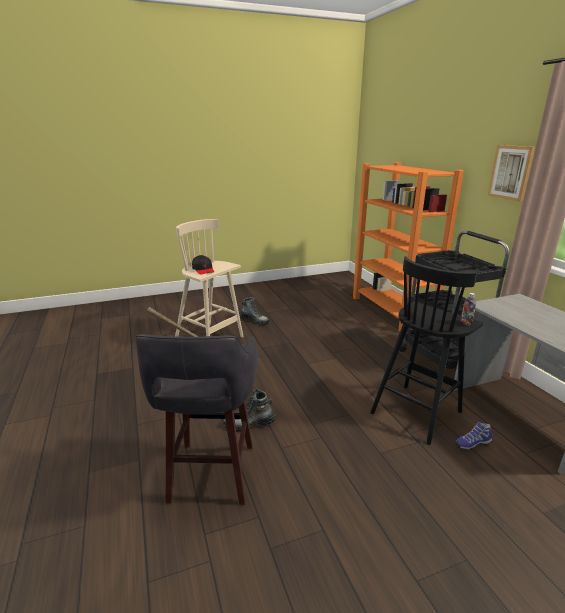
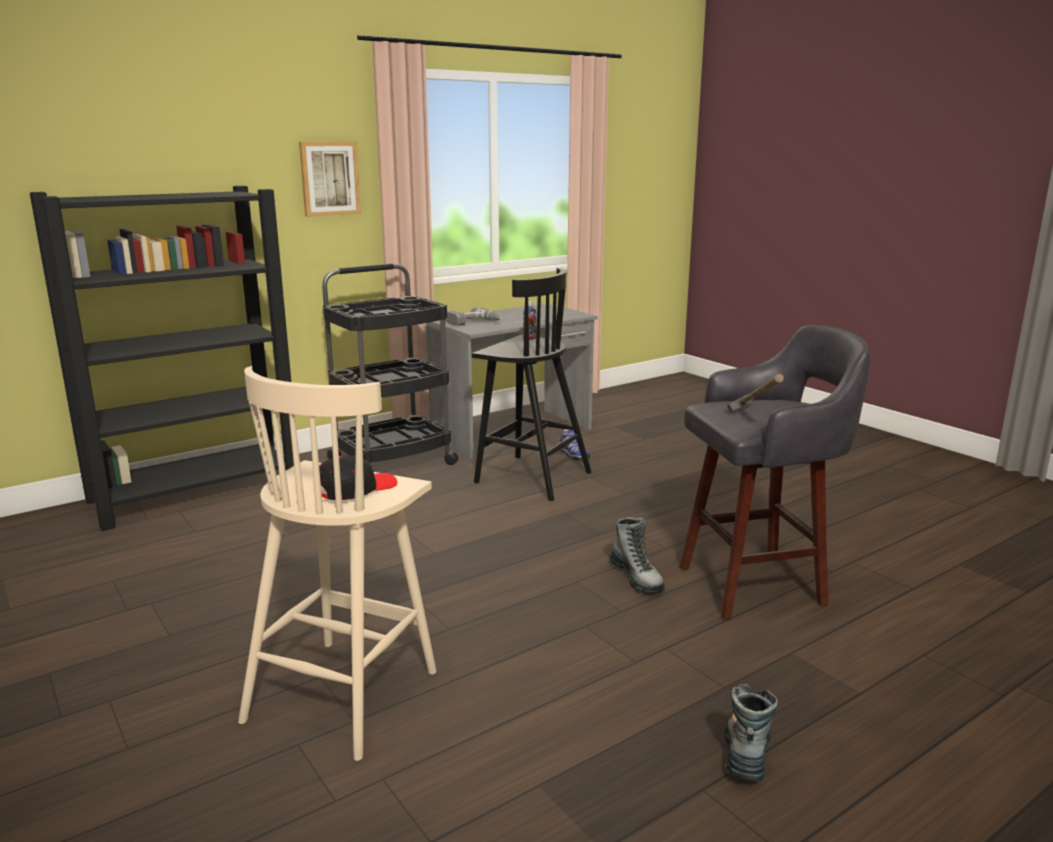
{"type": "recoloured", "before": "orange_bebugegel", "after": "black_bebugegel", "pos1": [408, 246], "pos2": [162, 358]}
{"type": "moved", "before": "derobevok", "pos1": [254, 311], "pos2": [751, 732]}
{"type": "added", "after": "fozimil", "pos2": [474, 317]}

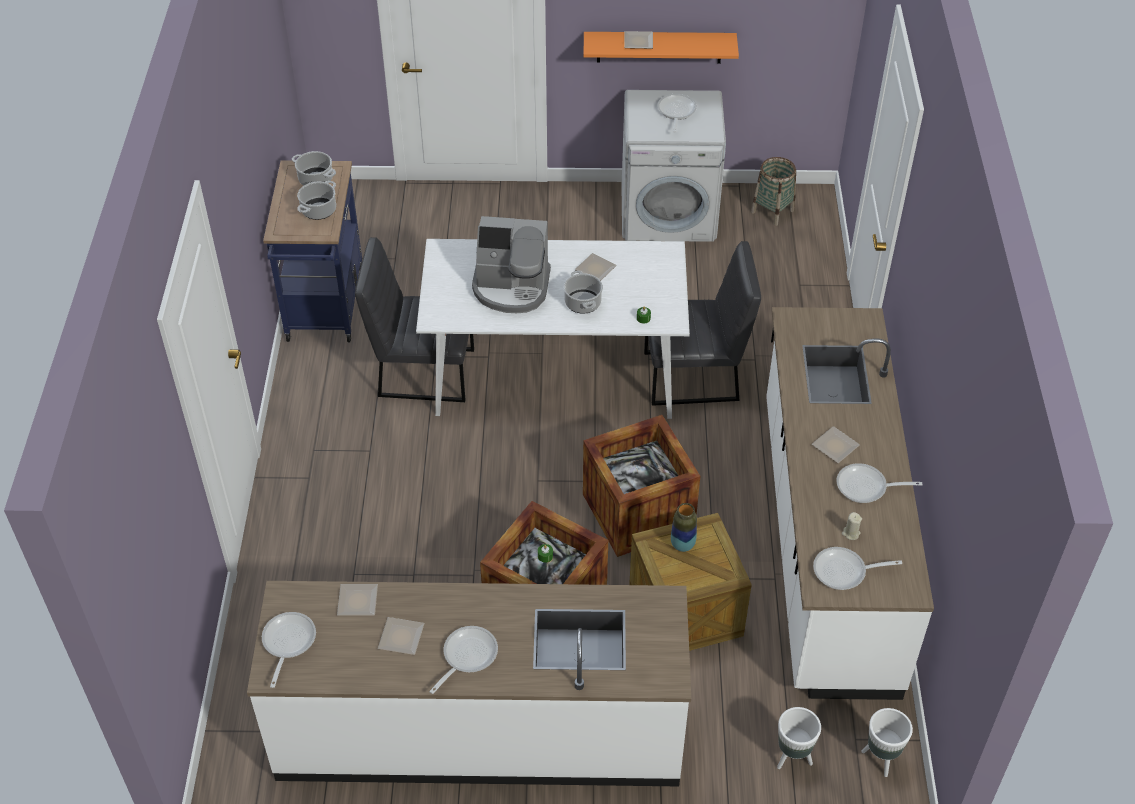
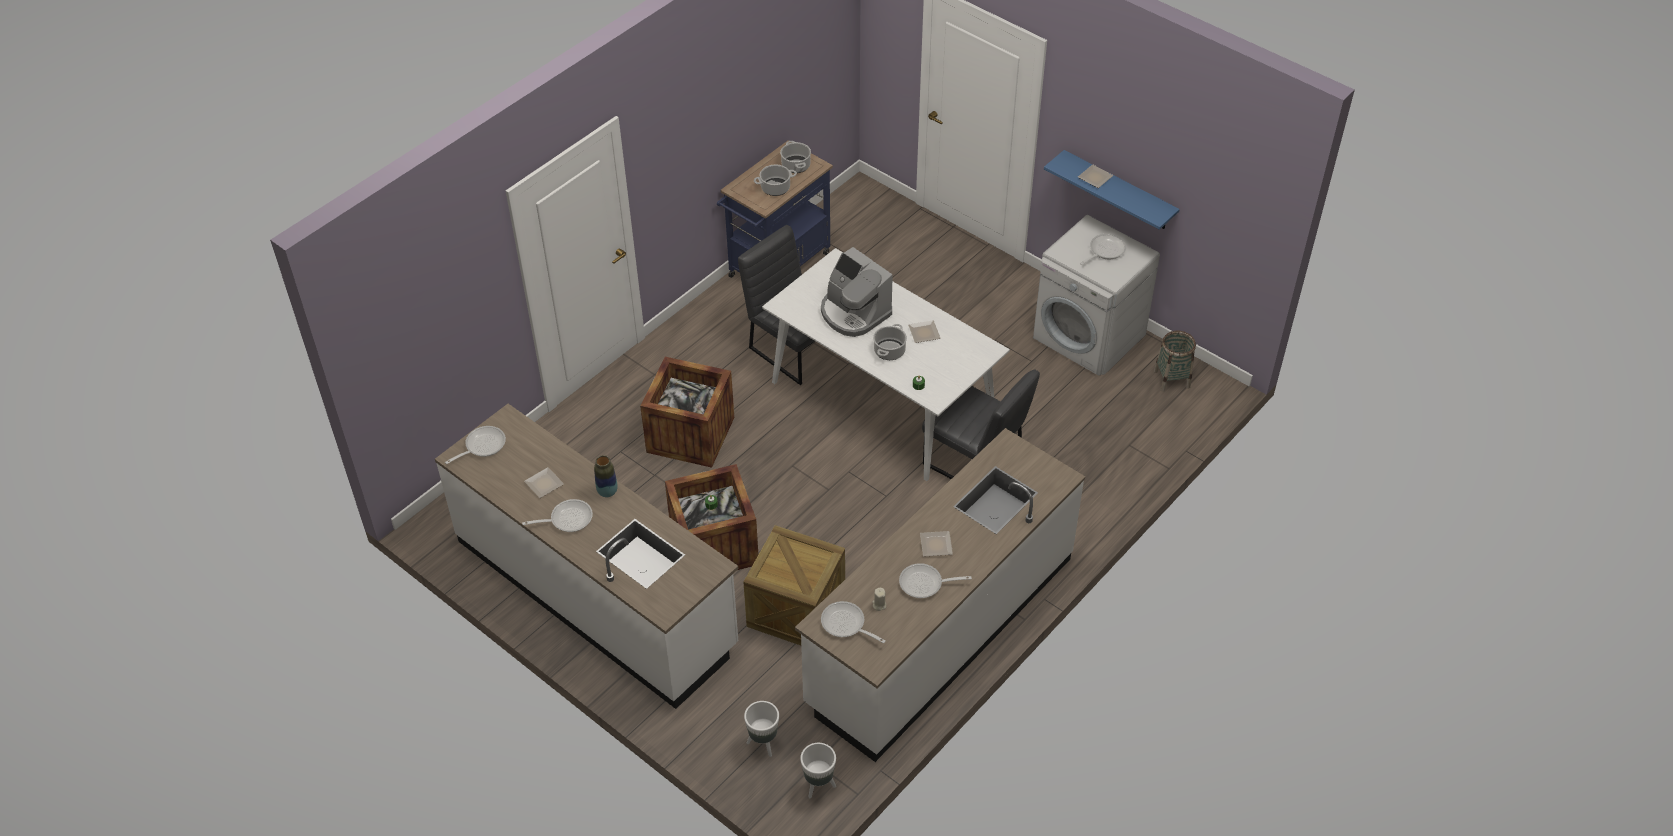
{"type": "recoloured", "before": "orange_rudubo", "after": "blue_rudubo", "pos1": [661, 48], "pos2": [1112, 190]}
{"type": "moved", "before": "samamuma", "pos1": [641, 486], "pos2": [687, 412]}
{"type": "turned", "before": "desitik", "pos1": [879, 483], "pos2": [935, 580], "turn": -45}
{"type": "moved", "before": "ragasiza", "pos1": [684, 527], "pos2": [606, 476]}
{"type": "removed", "before": "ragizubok", "pos1": [357, 600]}

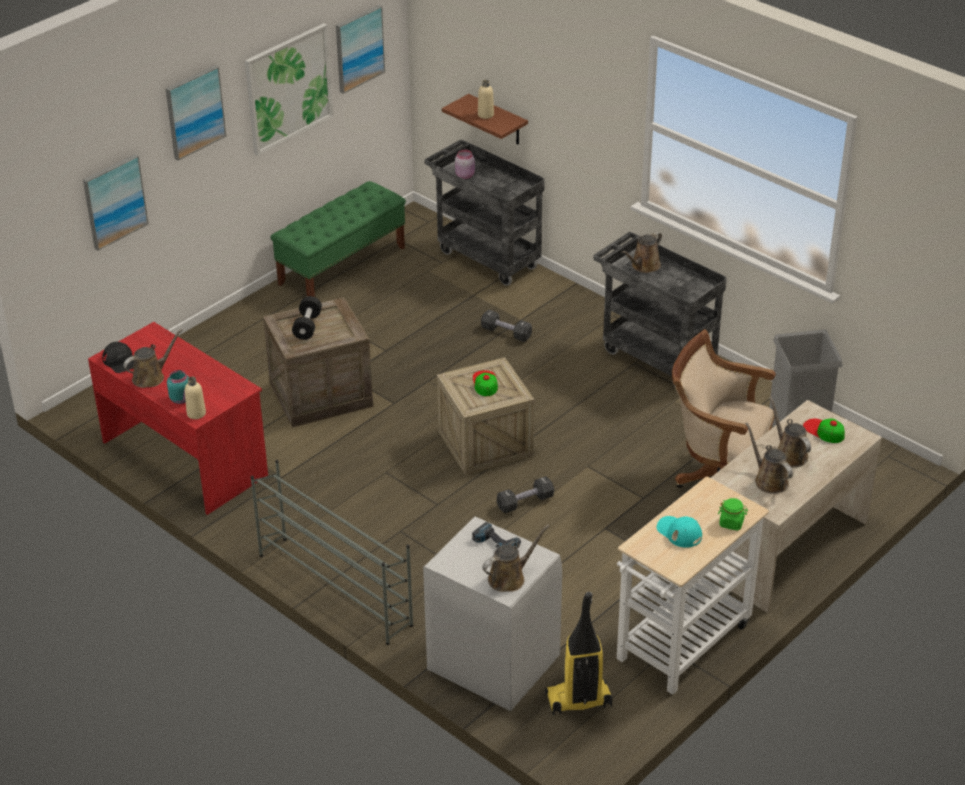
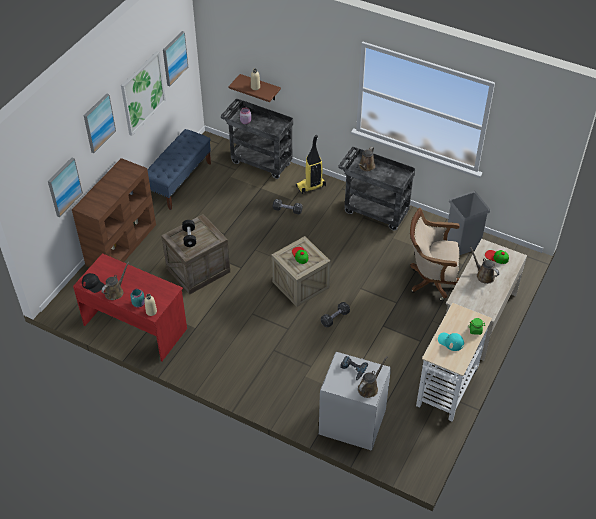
{"type": "recoloured", "before": "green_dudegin", "after": "blue_dudegin", "pos1": [338, 239], "pos2": [179, 169]}
{"type": "removed", "before": "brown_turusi", "pos1": [769, 458]}
{"type": "removed", "before": "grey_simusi", "pos1": [332, 552]}
{"type": "moved", "before": "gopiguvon", "pos1": [578, 653], "pos2": [311, 164]}
{"type": "added", "after": "brown_bebugegel", "pos2": [114, 213]}

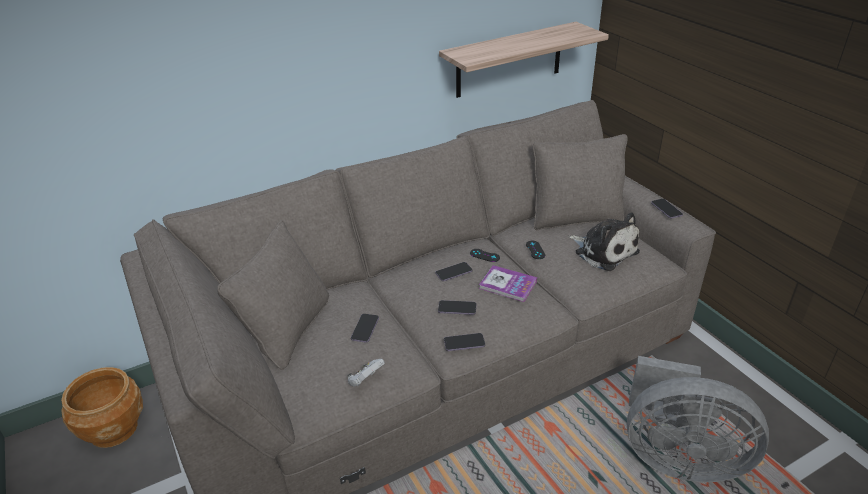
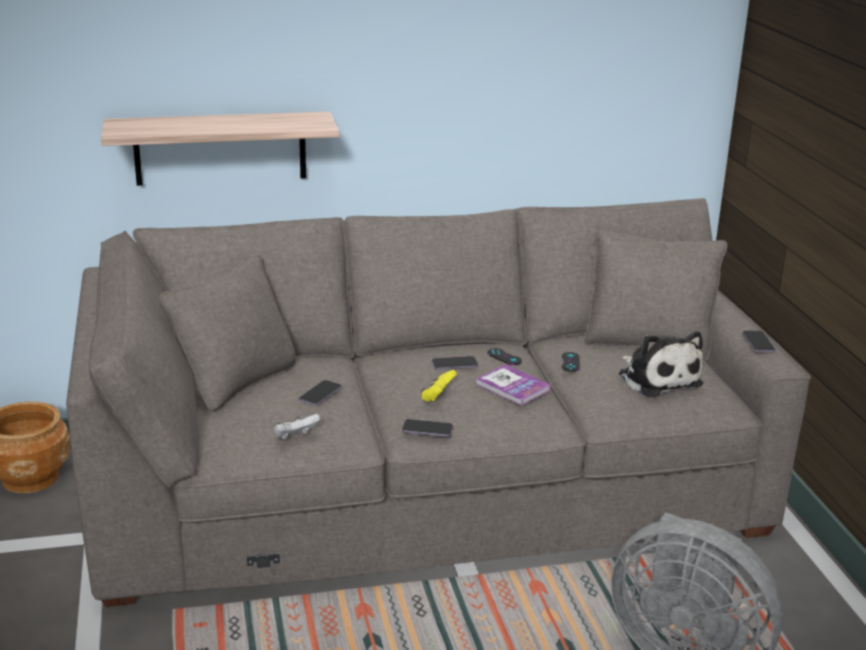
{"type": "moved", "before": "rudubo", "pos1": [524, 60], "pos2": [220, 149]}
{"type": "replaced", "before": "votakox", "after": "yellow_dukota", "pos1": [457, 307], "pos2": [439, 386]}

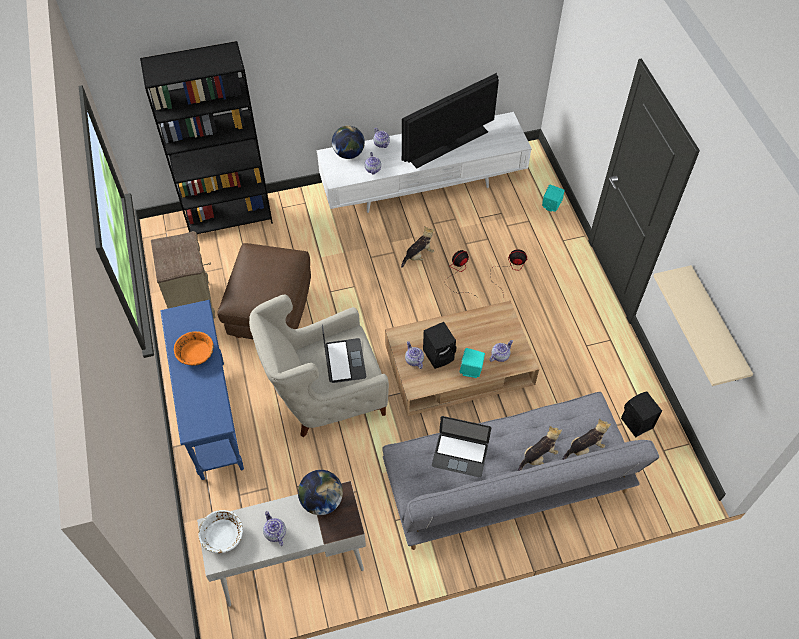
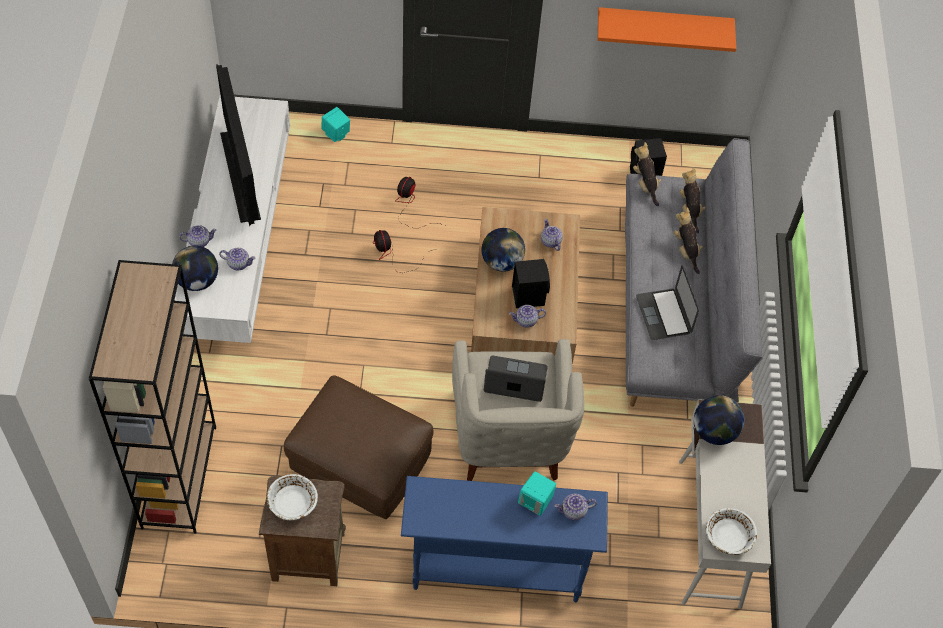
{"type": "recoloured", "before": "black_bebugegel", "after": "beige_bebugegel", "pos1": [206, 137], "pos2": [152, 397]}
{"type": "moved", "before": "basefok", "pos1": [417, 247], "pos2": [647, 174]}
{"type": "recoloured", "before": "beige_rudubo", "after": "orange_rudubo", "pos1": [703, 325], "pos2": [667, 29]}
{"type": "removed", "before": "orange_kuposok", "pos1": [194, 348]}
{"type": "moved", "before": "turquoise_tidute", "pos1": [472, 363], "pos2": [537, 494]}
{"type": "turned", "before": "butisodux", "pos1": [461, 446], "pos2": [667, 303], "turn": 135}
{"type": "moved", "before": "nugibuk", "pos1": [274, 528], "pos2": [575, 507]}
{"type": "added", "after": "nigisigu", "pos2": [503, 250]}
{"type": "added", "after": "white_kuposok", "pos2": [292, 497]}

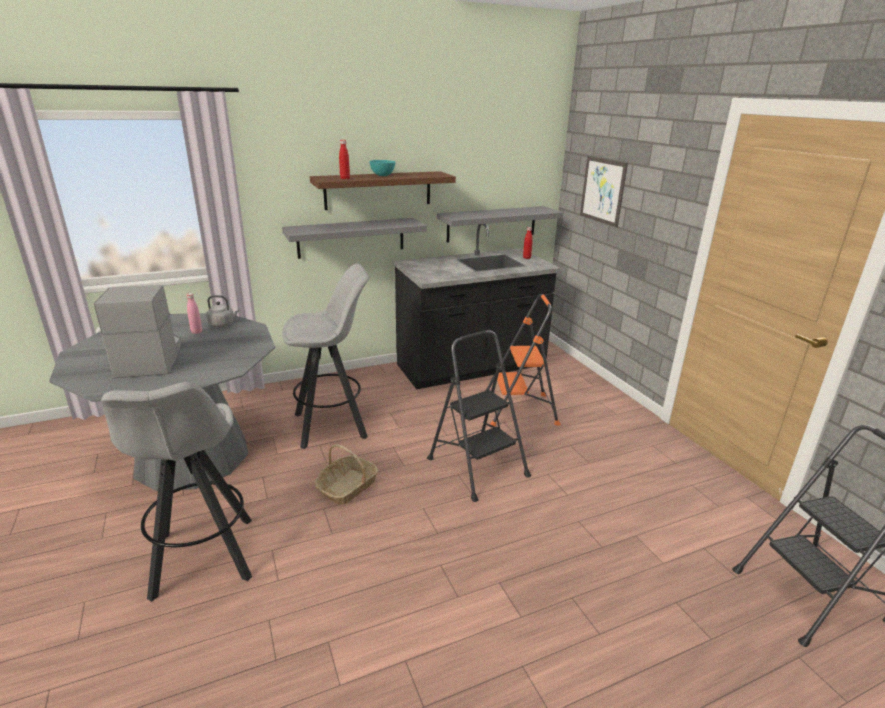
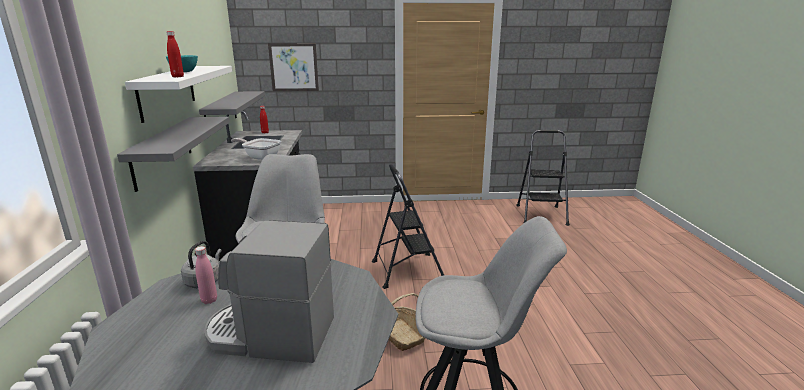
{"type": "recoloured", "before": "brown_rudubo", "after": "white_rudubo", "pos1": [383, 190], "pos2": [178, 94]}
{"type": "removed", "before": "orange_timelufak", "pos1": [523, 360]}
{"type": "added", "after": "desitik", "pos2": [256, 149]}

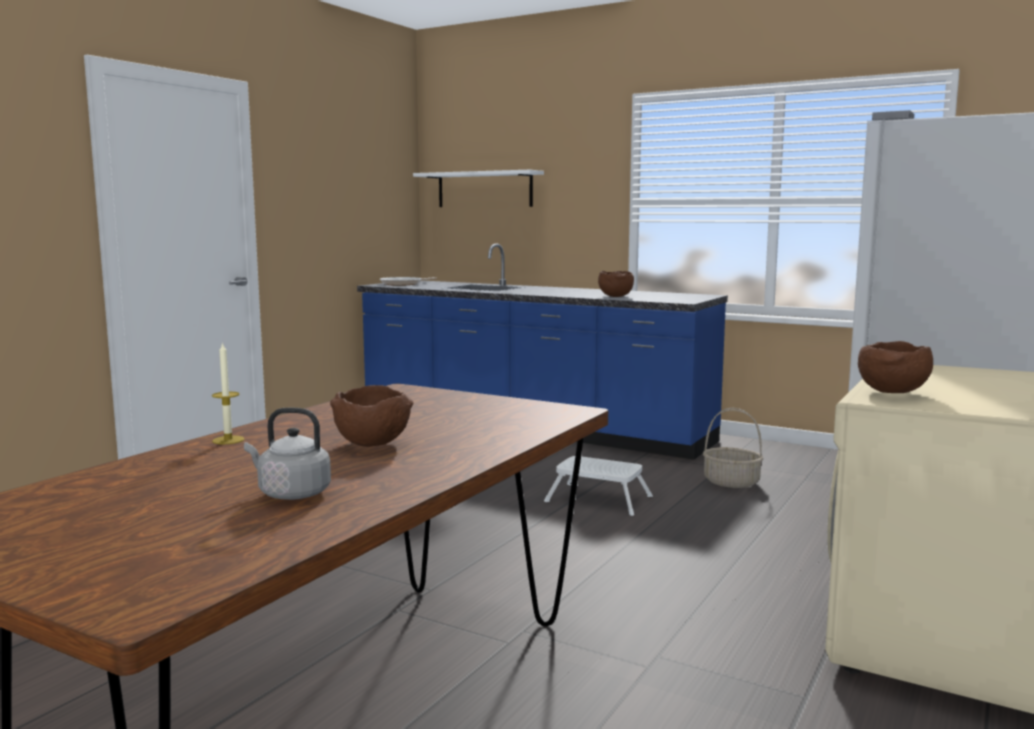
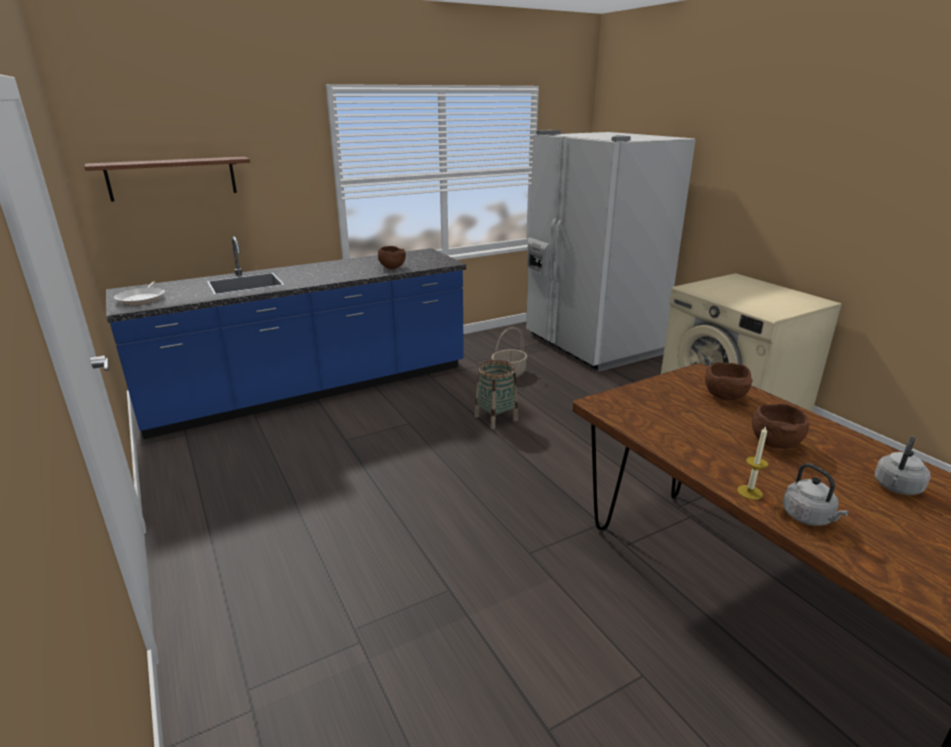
{"type": "recoloured", "before": "white_rudubo", "after": "brown_rudubo", "pos1": [478, 188], "pos2": [167, 179]}
{"type": "moved", "before": "brown_kuposok", "pos1": [895, 367], "pos2": [729, 381]}
{"type": "replaced", "before": "white_timelufak", "after": "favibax", "pos1": [598, 486], "pos2": [496, 394]}
{"type": "added", "after": "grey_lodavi", "pos2": [816, 494]}

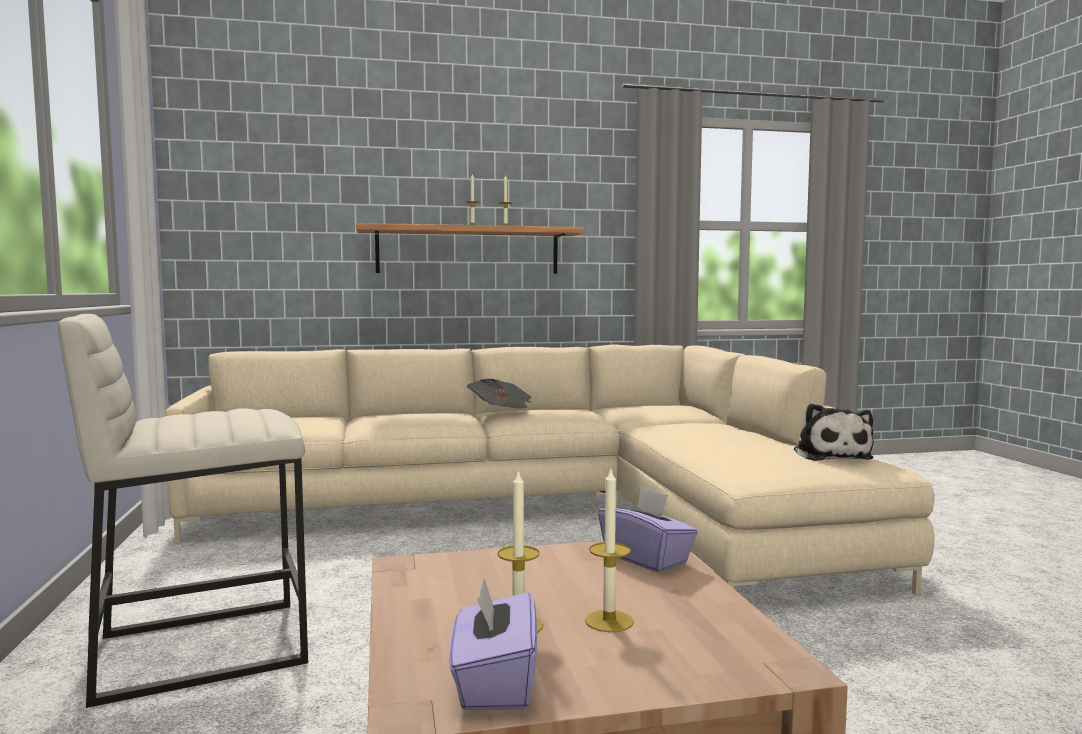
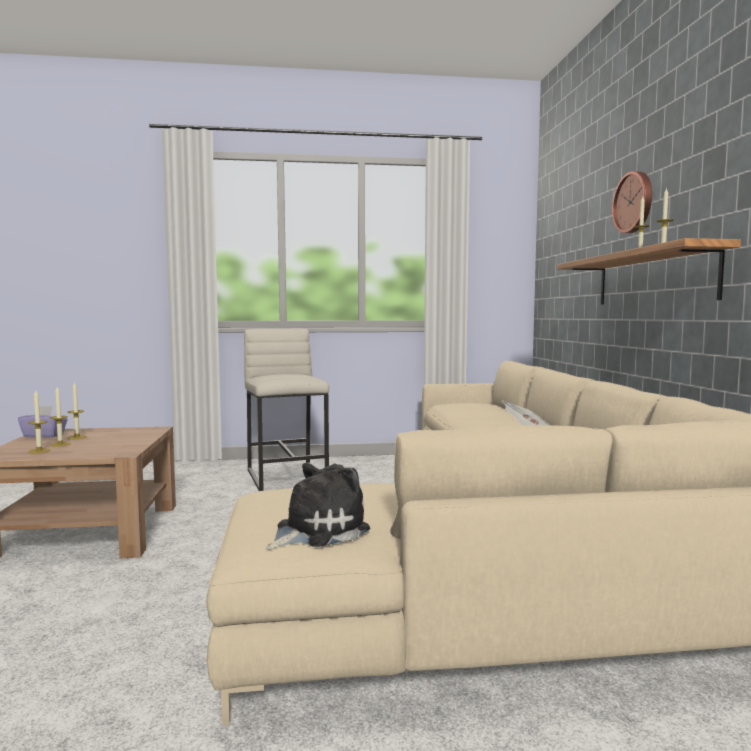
{"type": "turned", "before": "basefok", "pos1": [834, 432], "pos2": [318, 506], "turn": 135}
{"type": "removed", "before": "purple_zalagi", "pos1": [648, 530]}
{"type": "added", "after": "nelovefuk", "pos2": [632, 202]}
{"type": "added", "after": "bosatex", "pos2": [39, 421]}

